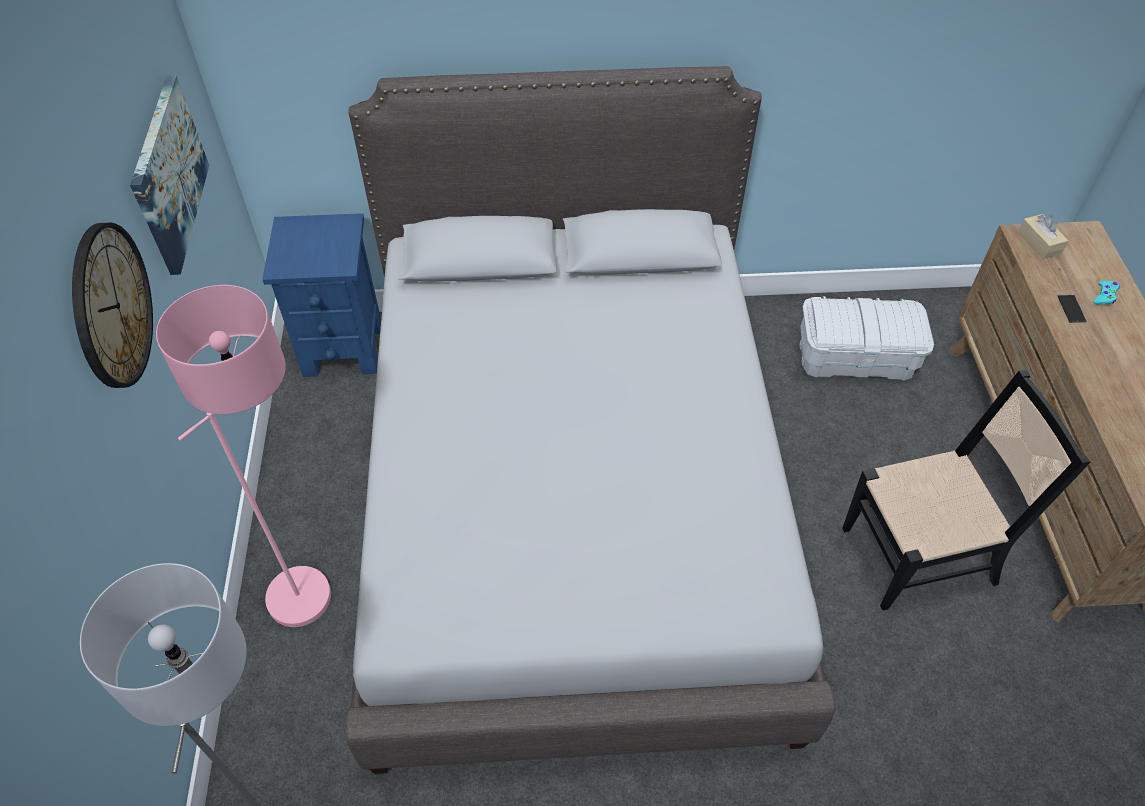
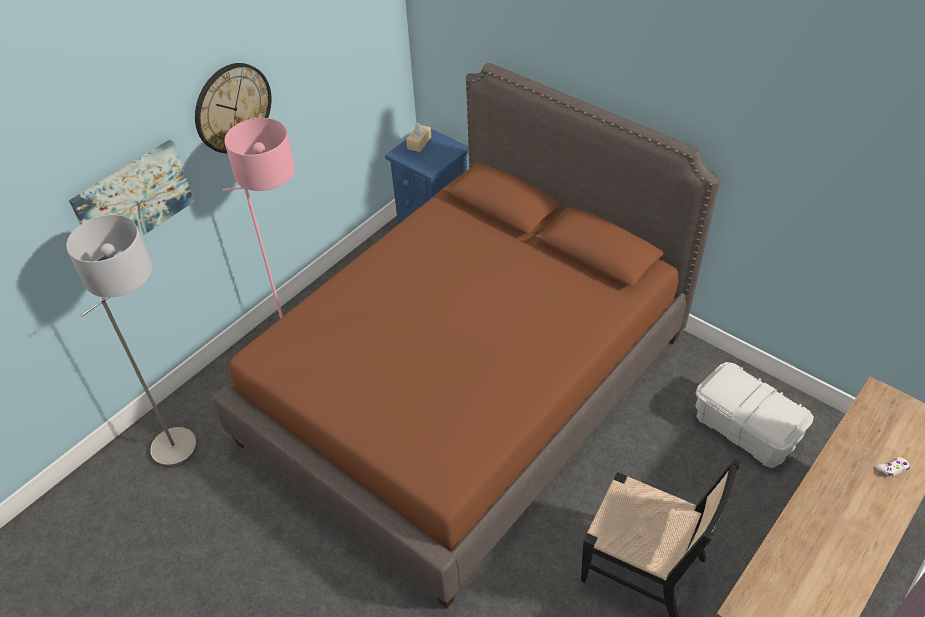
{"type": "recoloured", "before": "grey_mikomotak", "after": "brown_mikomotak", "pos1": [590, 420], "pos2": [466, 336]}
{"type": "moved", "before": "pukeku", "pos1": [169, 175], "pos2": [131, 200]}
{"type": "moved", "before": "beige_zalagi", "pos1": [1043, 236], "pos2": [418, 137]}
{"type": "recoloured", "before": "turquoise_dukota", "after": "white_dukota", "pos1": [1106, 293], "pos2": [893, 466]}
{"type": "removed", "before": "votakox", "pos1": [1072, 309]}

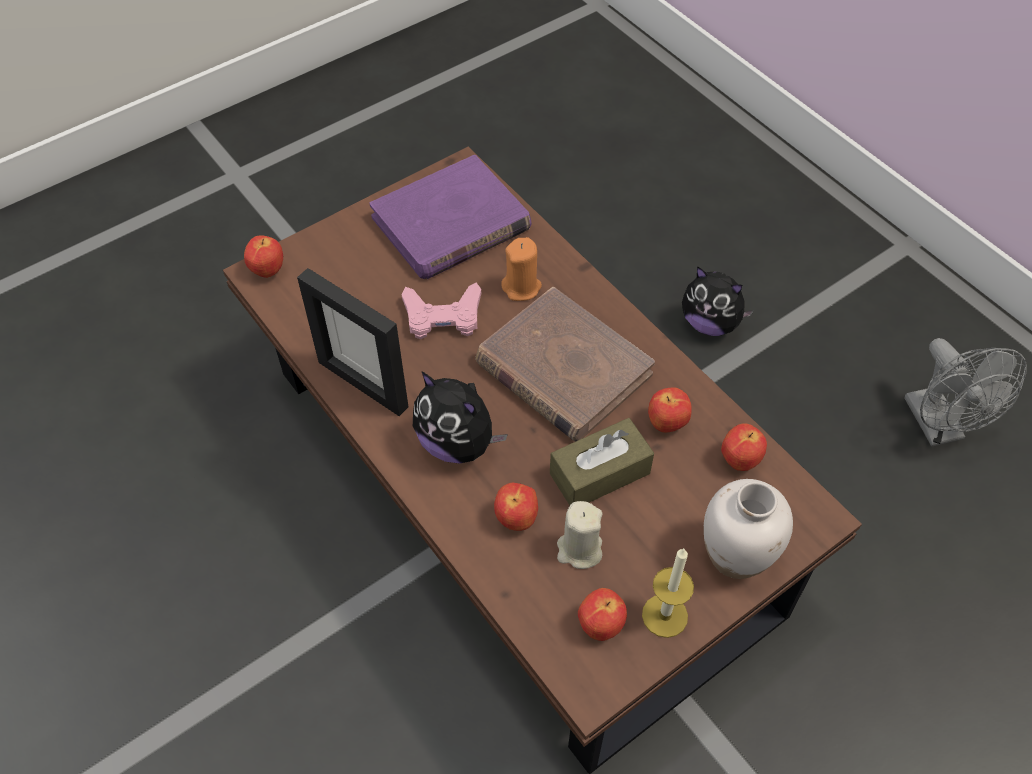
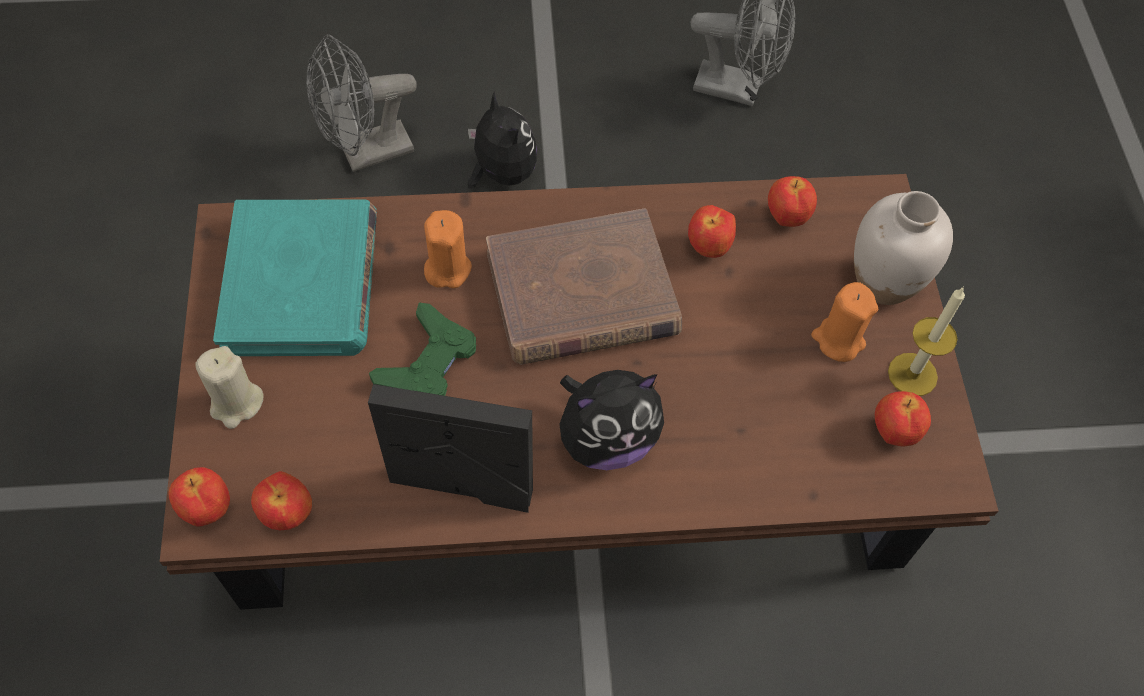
{"type": "recoloured", "before": "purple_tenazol", "after": "turquoise_tenazol", "pos1": [450, 217], "pos2": [295, 278]}
{"type": "turned", "before": "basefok", "pos1": [718, 301], "pos2": [502, 140], "turn": -90}
{"type": "turned", "before": "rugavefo", "pos1": [353, 342], "pos2": [450, 448], "turn": -150}
{"type": "recoloured", "before": "pink_dukota", "after": "green_dukota", "pos1": [441, 310], "pos2": [422, 349]}
{"type": "removed", "before": "brown_zalagi", "pos1": [602, 461]}
{"type": "moved", "before": "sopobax", "pos1": [516, 507], "pos2": [281, 501]}
{"type": "moved", "before": "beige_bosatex", "pos1": [580, 535], "pos2": [230, 387]}
{"type": "added", "after": "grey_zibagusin", "pos2": [361, 103]}
{"type": "added", "after": "orange_bosatex", "pos2": [844, 322]}

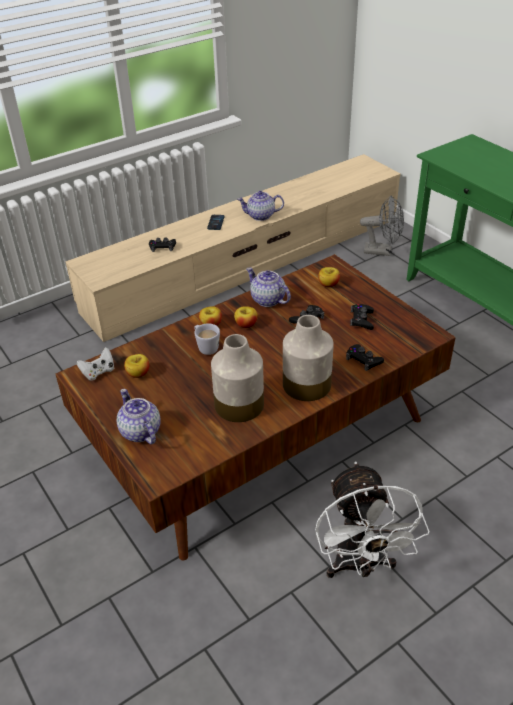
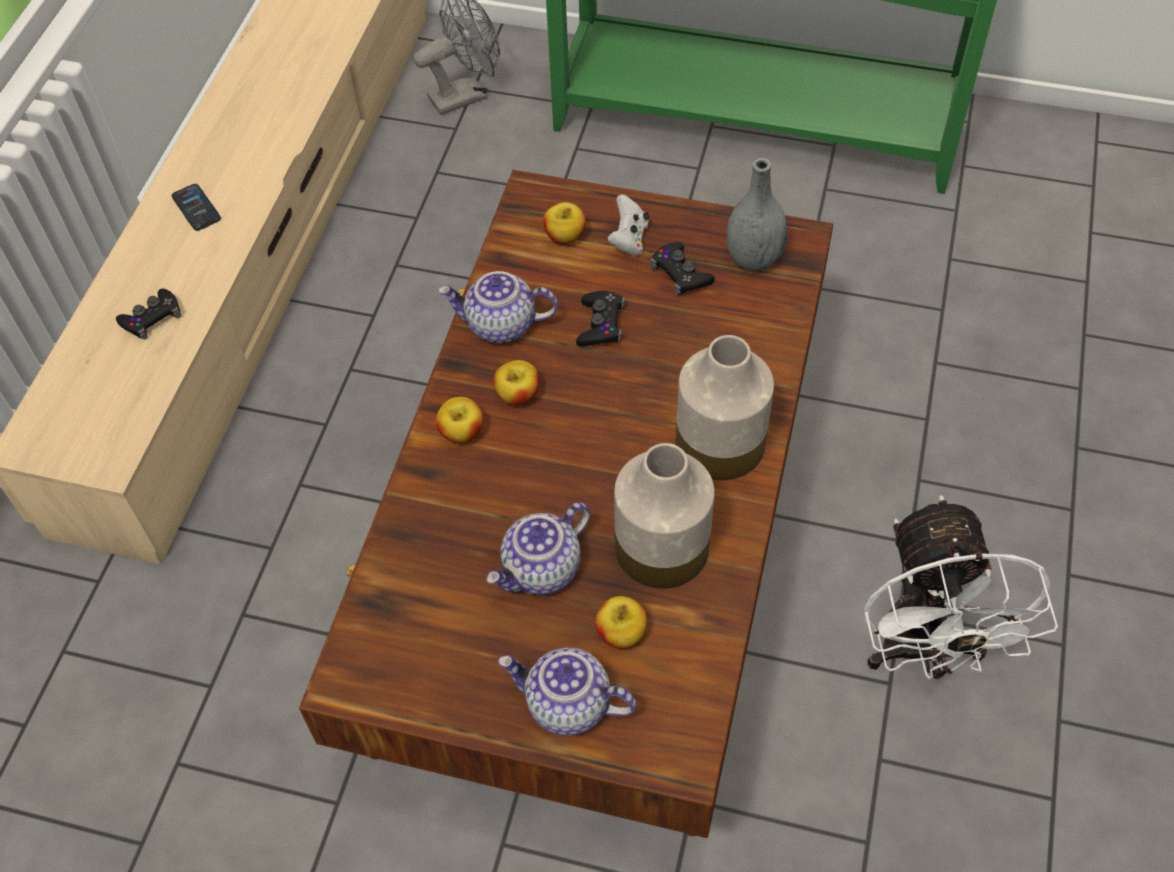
{"type": "moved", "before": "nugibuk", "pos1": [260, 206], "pos2": [538, 548]}
{"type": "removed", "before": "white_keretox", "pos1": [207, 339]}
{"type": "removed", "before": "black_dukota", "pos1": [365, 357]}
{"type": "moved", "before": "white_dukota", "pos1": [96, 364], "pos2": [628, 225]}
{"type": "moved", "before": "sopobax", "pos1": [137, 366], "pos2": [621, 622]}
{"type": "turned", "before": "white_zibagusin", "pos1": [372, 519], "pos2": [961, 587], "turn": 45}
{"type": "added", "after": "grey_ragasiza", "pos2": [757, 214]}

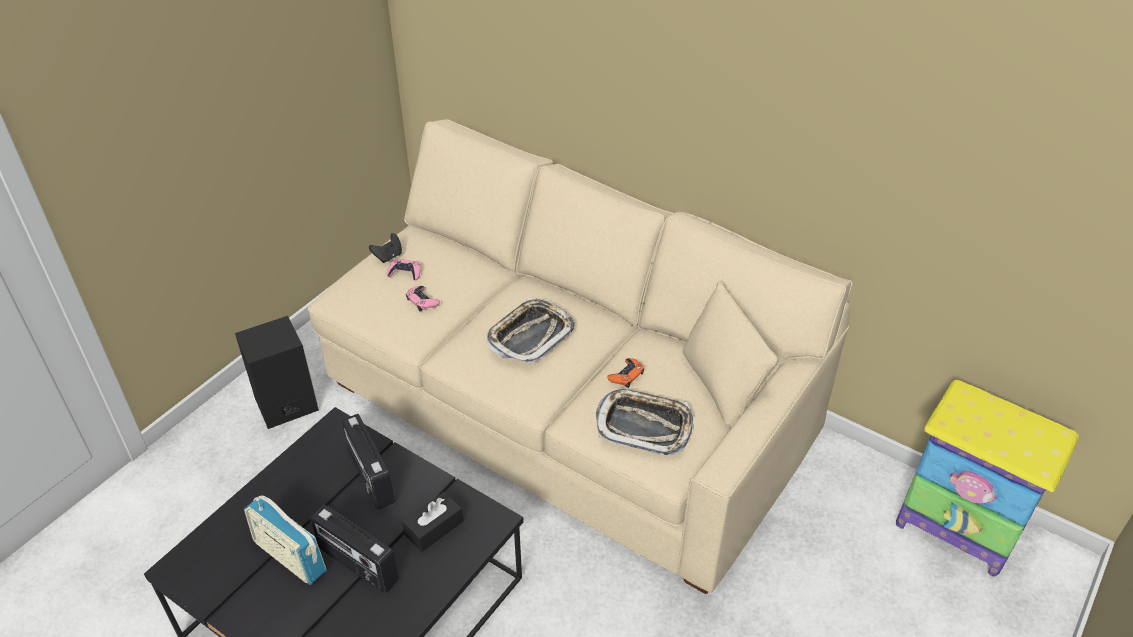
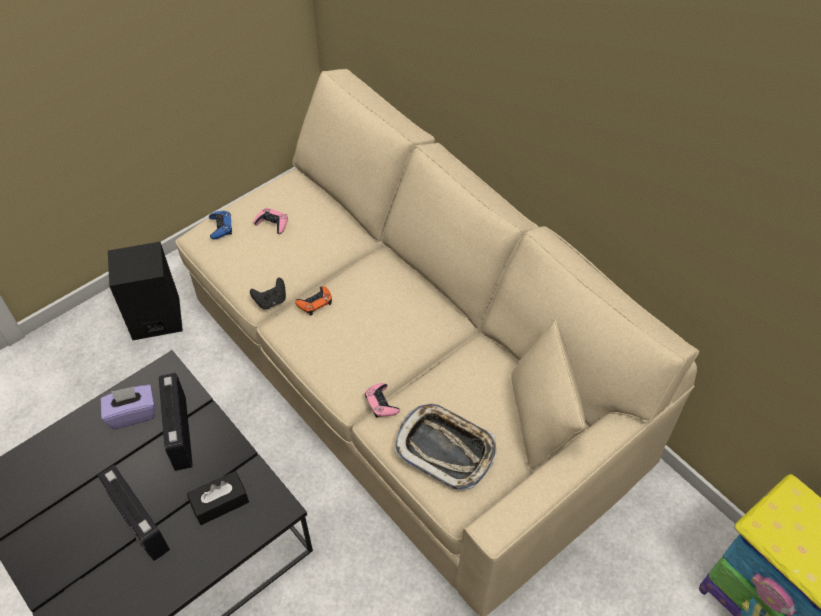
{"type": "moved", "before": "black_dukota", "pos1": [385, 248], "pos2": [268, 293]}
{"type": "moved", "before": "pink_dukota", "pos1": [423, 299], "pos2": [382, 400]}
{"type": "removed", "before": "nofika", "pos1": [531, 331]}
{"type": "moved", "before": "orange_dukota", "pos1": [626, 373], "pos2": [313, 300]}
{"type": "removed", "before": "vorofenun", "pos1": [285, 540]}
{"type": "added", "after": "blue_dukota", "pos2": [220, 225]}
{"type": "added", "after": "purple_zalagi", "pos2": [127, 407]}

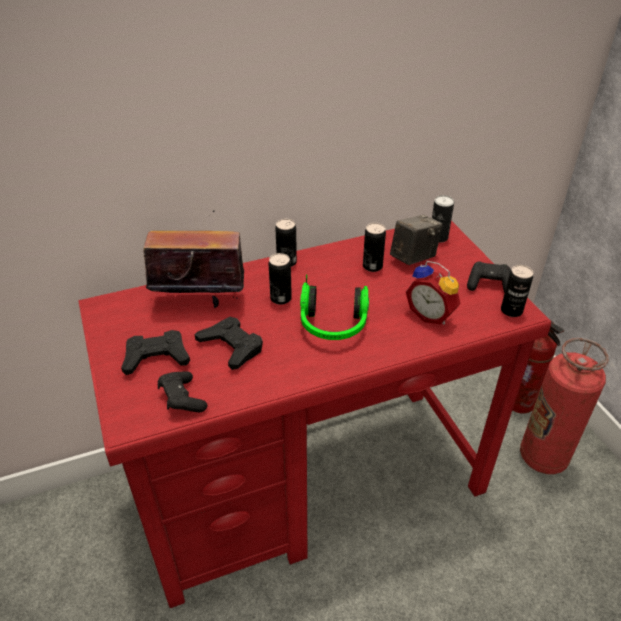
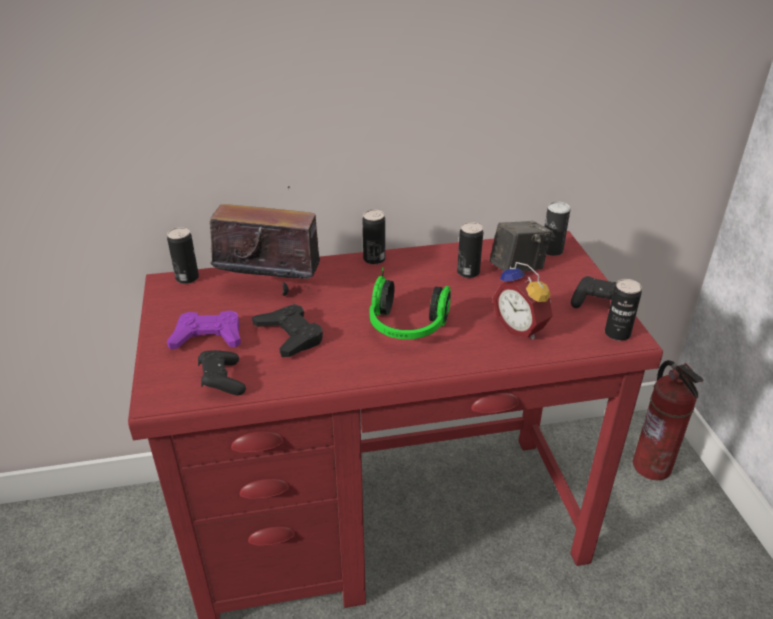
{"type": "moved", "before": "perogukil", "pos1": [280, 279], "pos2": [183, 255]}
{"type": "recoloured", "before": "black_dukota", "after": "purple_dukota", "pos1": [155, 352], "pos2": [204, 330]}
{"type": "removed", "before": "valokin", "pos1": [564, 406]}

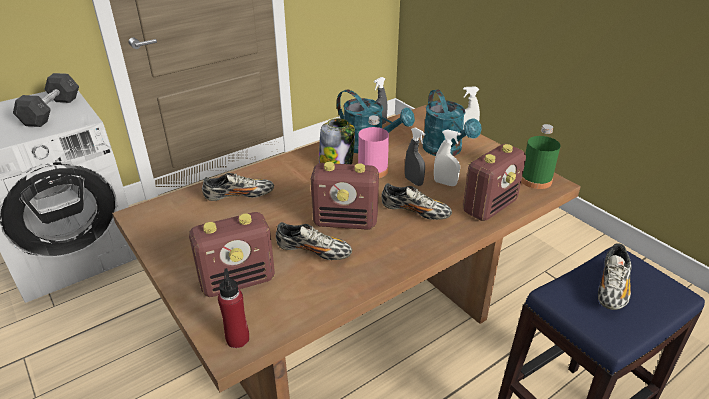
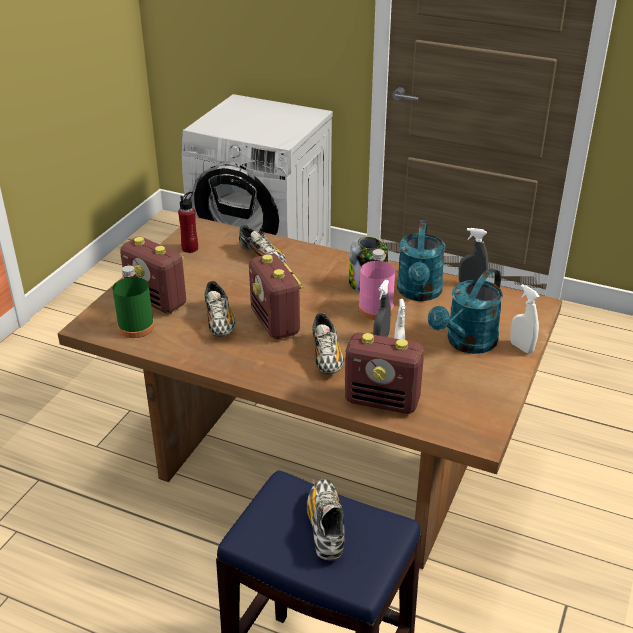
{"type": "removed", "before": "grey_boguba", "pos1": [46, 100]}
{"type": "moved", "before": "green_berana", "pos1": [540, 156], "pos2": [134, 301]}
{"type": "turned", "before": "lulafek", "pos1": [615, 277], "pos2": [326, 520], "turn": 90}
{"type": "moved", "before": "red_berana", "pos1": [233, 308], "pos2": [188, 222]}

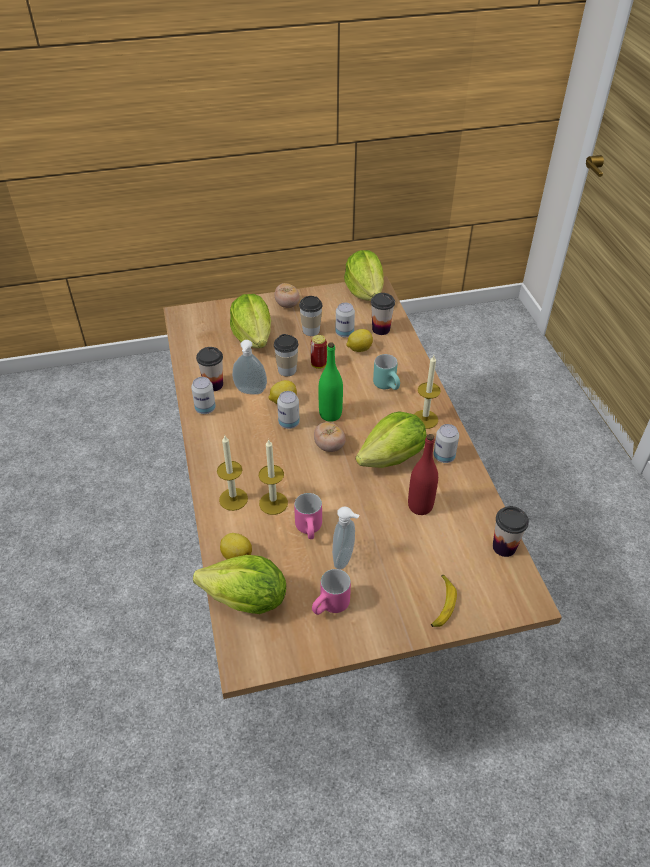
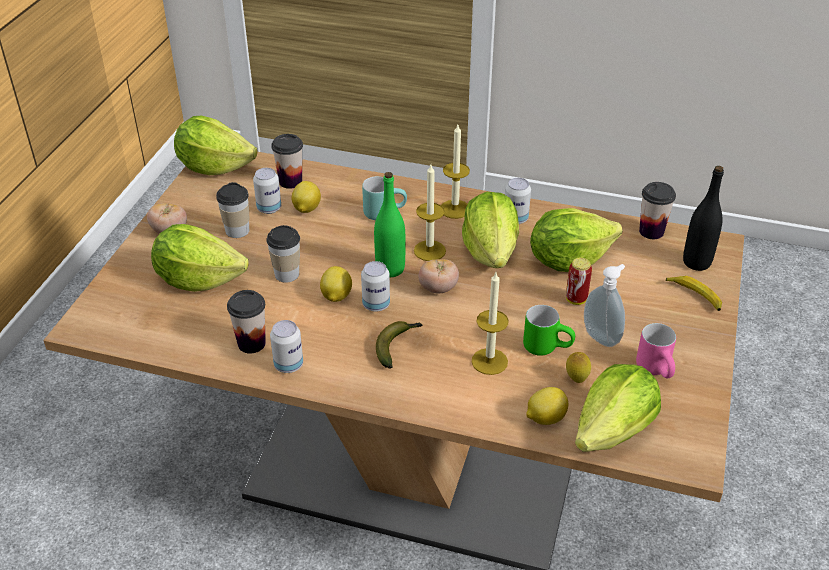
{"type": "moved", "before": "perogukil", "pos1": [319, 352], "pos2": [579, 281]}
{"type": "removed", "before": "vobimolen", "pos1": [249, 367]}
{"type": "replaced", "before": "red_berana", "after": "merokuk", "pos1": [423, 474], "pos2": [576, 240]}
{"type": "moved", "before": "bosatex", "pos1": [232, 473], "pos2": [430, 213]}
{"type": "recoloured", "before": "pink_keretox", "after": "green_keretox", "pos1": [308, 516], "pos2": [549, 330]}
{"type": "added", "after": "black_berana", "pos2": [703, 218]}
{"type": "added", "after": "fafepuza", "pos2": [399, 344]}
{"type": "added", "after": "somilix", "pos2": [578, 367]}

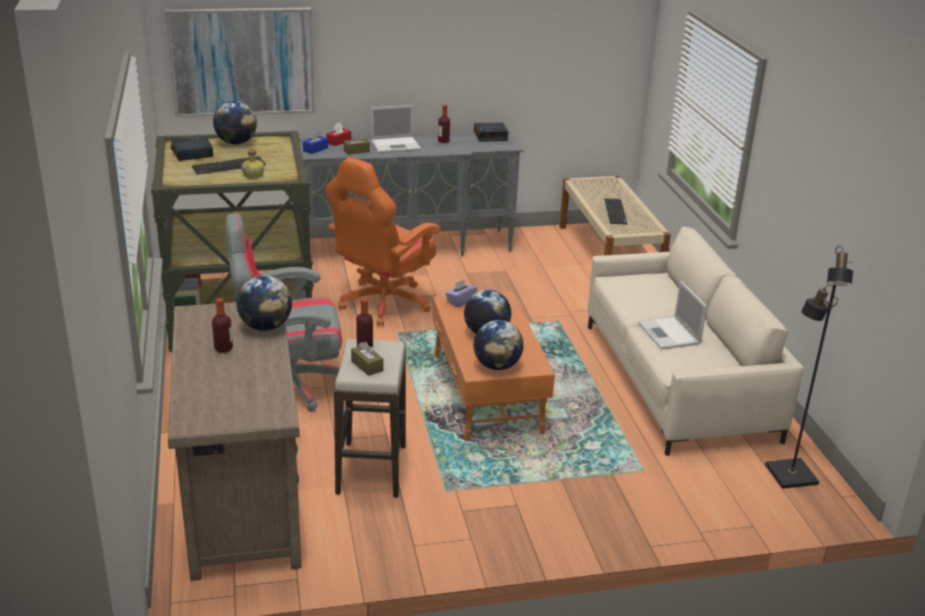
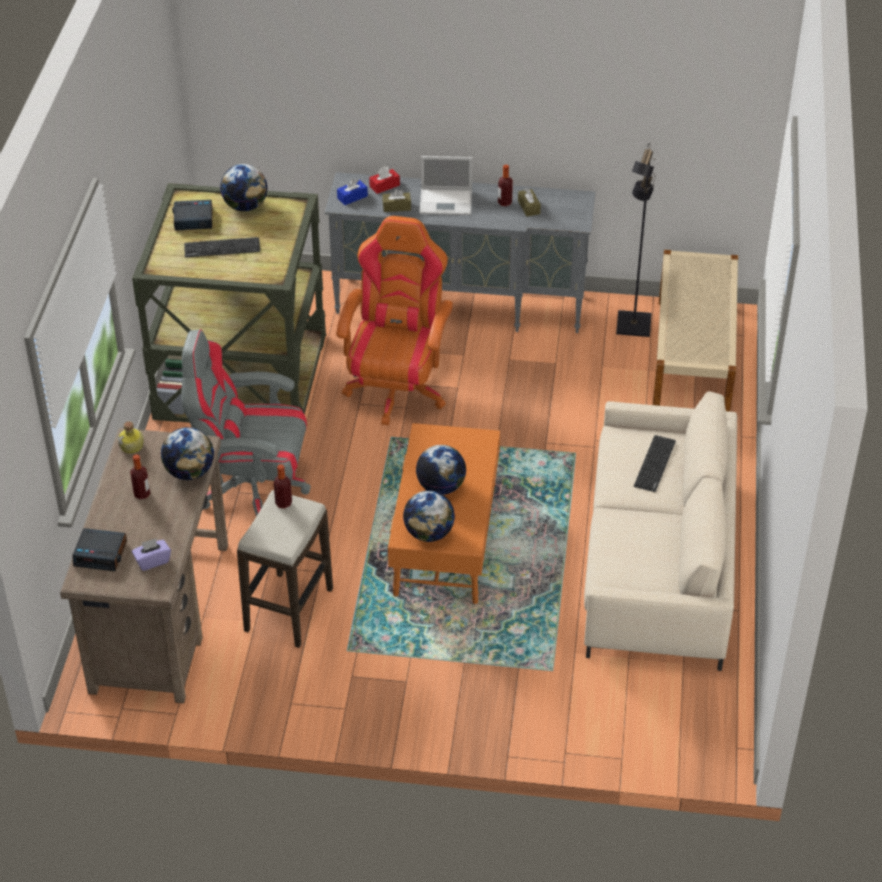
{"type": "removed", "before": "pukeku", "pos1": [239, 62]}
{"type": "moved", "before": "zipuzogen", "pos1": [491, 132], "pos2": [99, 549]}
{"type": "moved", "before": "berana", "pos1": [253, 164], "pos2": [130, 437]}
{"type": "turned", "before": "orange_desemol", "pos1": [383, 241], "pos2": [394, 320], "turn": 135}
{"type": "moved", "before": "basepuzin", "pos1": [615, 211], "pos2": [655, 463]}
{"type": "moved", "before": "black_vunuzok", "pos1": [809, 367], "pos2": [636, 240]}
{"type": "moved", "before": "purple_zalagi", "pos1": [461, 293], "pos2": [151, 554]}
{"type": "removed", "before": "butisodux", "pos1": [672, 315]}
{"type": "moved", "before": "brown_zalagi", "pos1": [367, 359], "pos2": [529, 202]}

